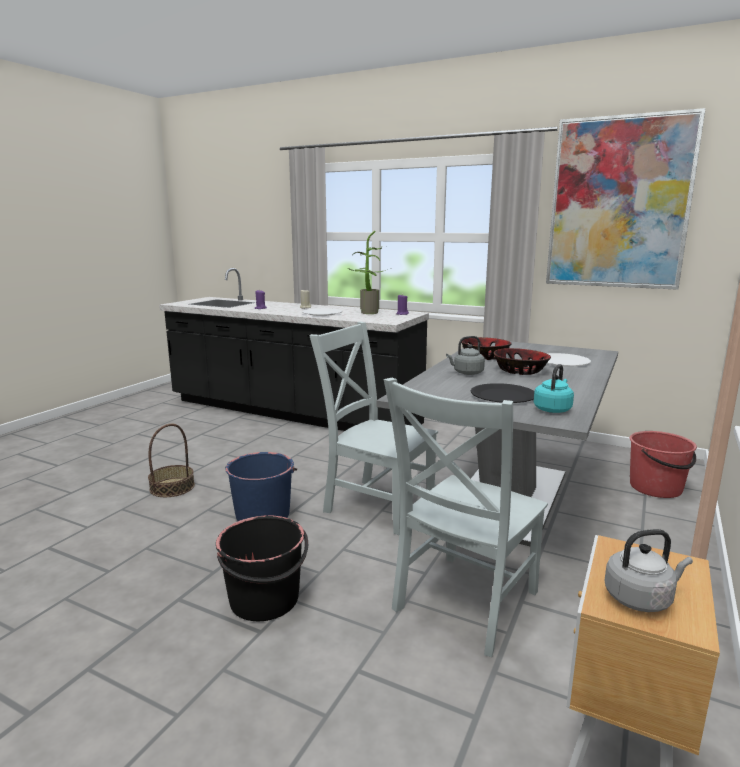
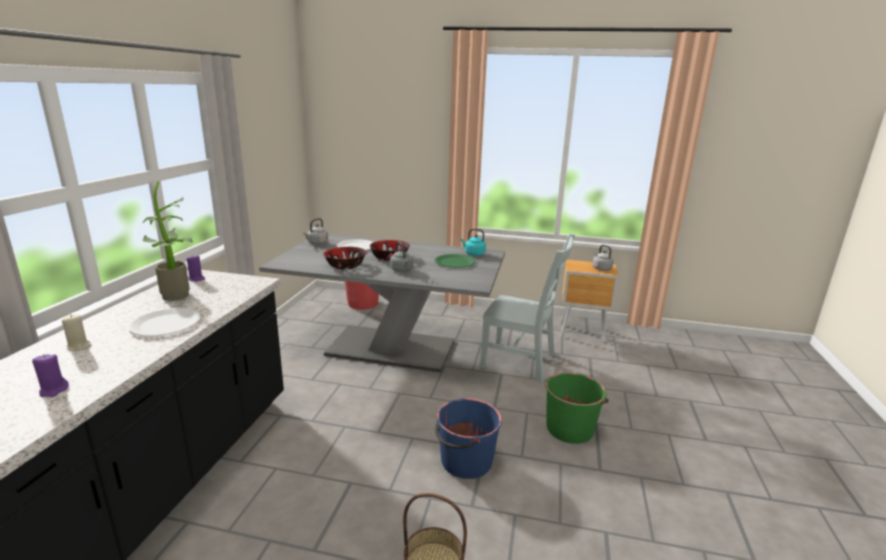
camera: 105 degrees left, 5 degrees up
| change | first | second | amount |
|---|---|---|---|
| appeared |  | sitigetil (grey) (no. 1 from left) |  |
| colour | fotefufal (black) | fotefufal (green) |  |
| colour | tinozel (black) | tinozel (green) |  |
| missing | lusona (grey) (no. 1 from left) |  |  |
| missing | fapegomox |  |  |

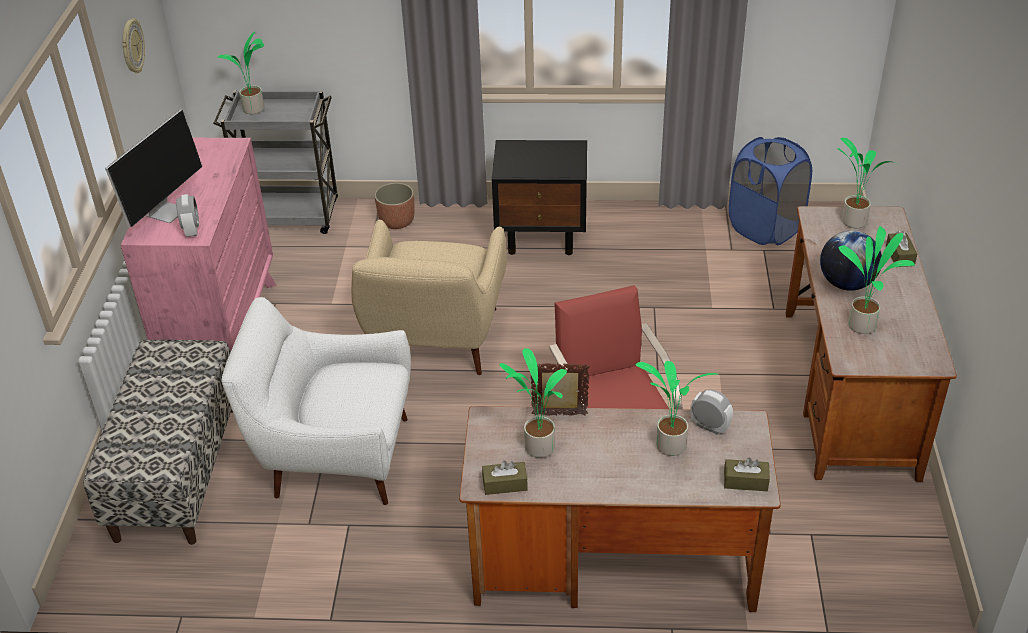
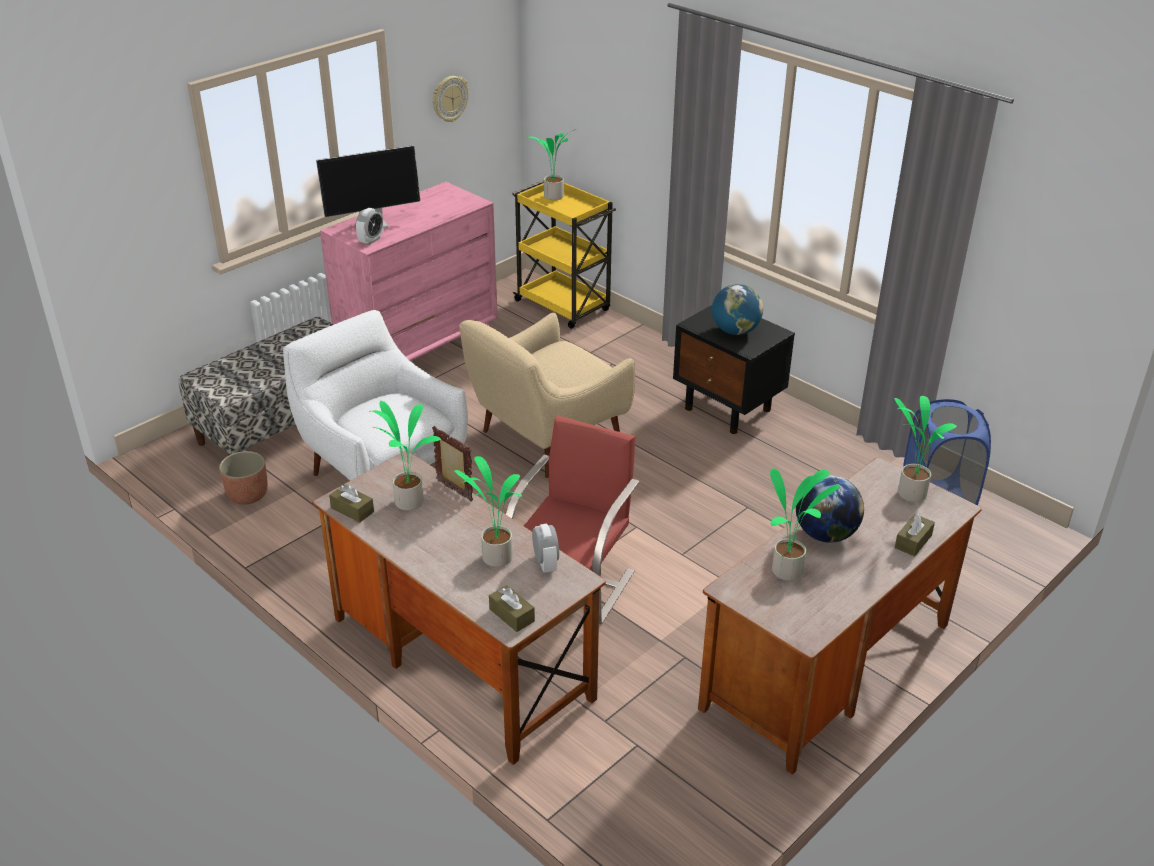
camera: 40 degrees right, 5 degrees down
| change | first | second | amount |
|---|---|---|---|
| relocated | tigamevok |  |  |
| colour | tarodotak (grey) | tarodotak (yellow) |  |
| appeared |  | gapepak (no. 1 from left) |  |

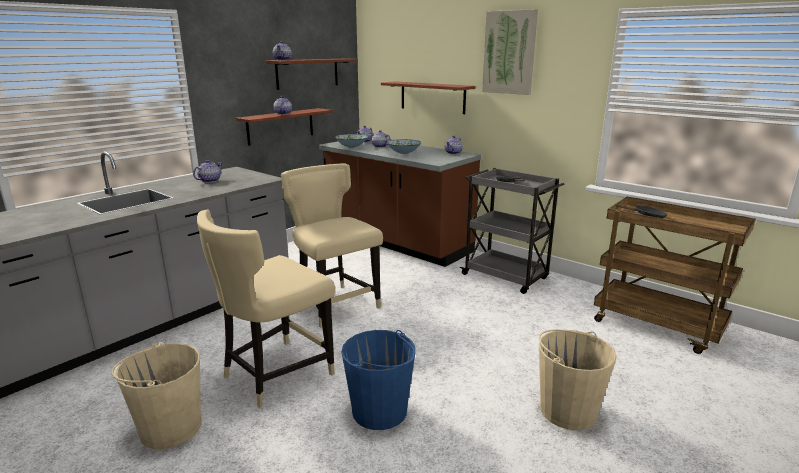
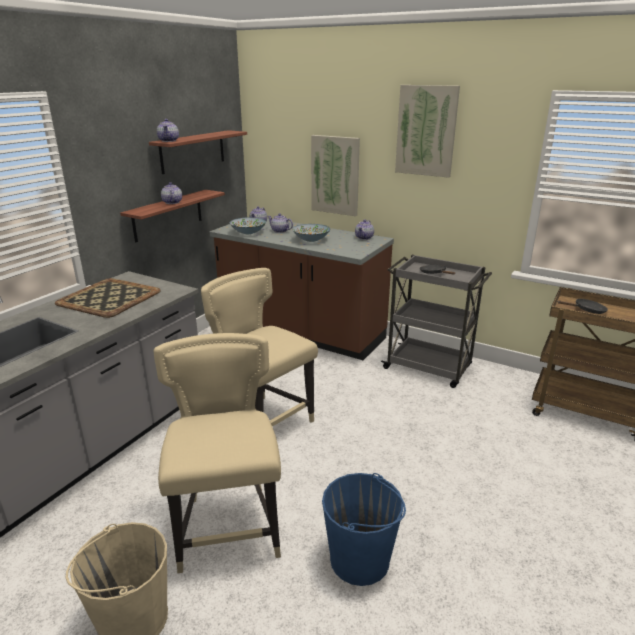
camera: 10 degrees left, 5 degrees up
| change | first | second | amount |
|---|---|---|---|
| exchanged | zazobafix (no. 1 from left) | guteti |  |
| spun | lusona (beige) (no. 1 from left) |  | 135 degrees clockwise |
| exchanged | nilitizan (no. 3 from left) | fapegomox (no. 1 from left) |  |
| missing | tinozel (beige) (no. 2 from left) |  |  |

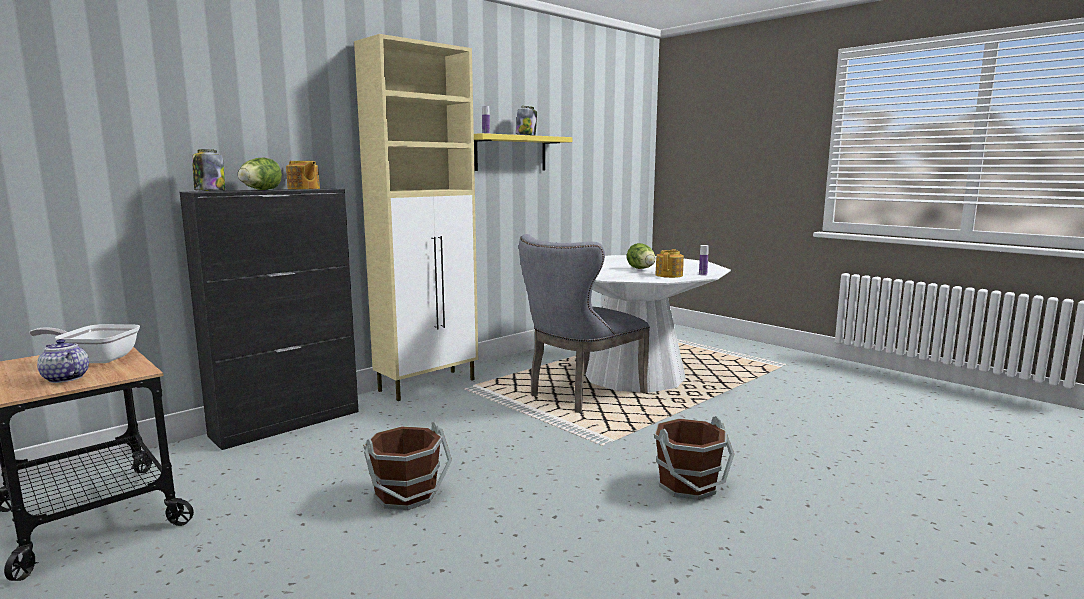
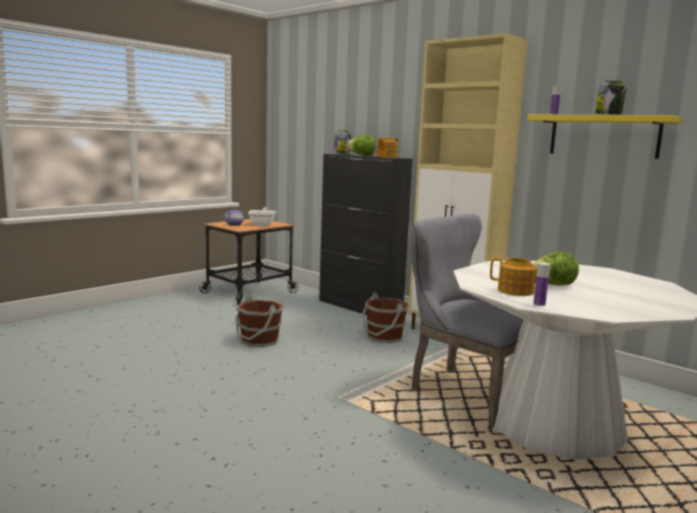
camera: 85 degrees right, 0 degrees up
| change | first | second | amount |
|---|---|---|---|
| relocated | tinozel (brown) (no. 2 from left) |  |  |

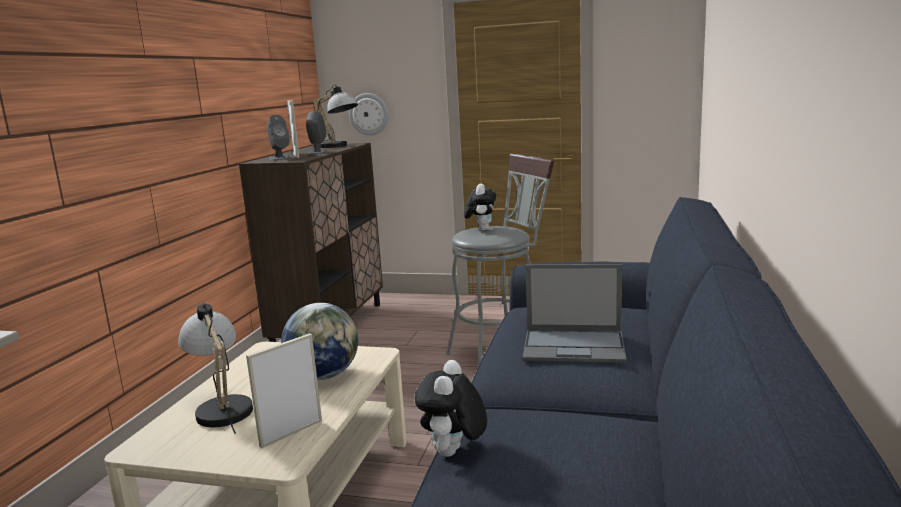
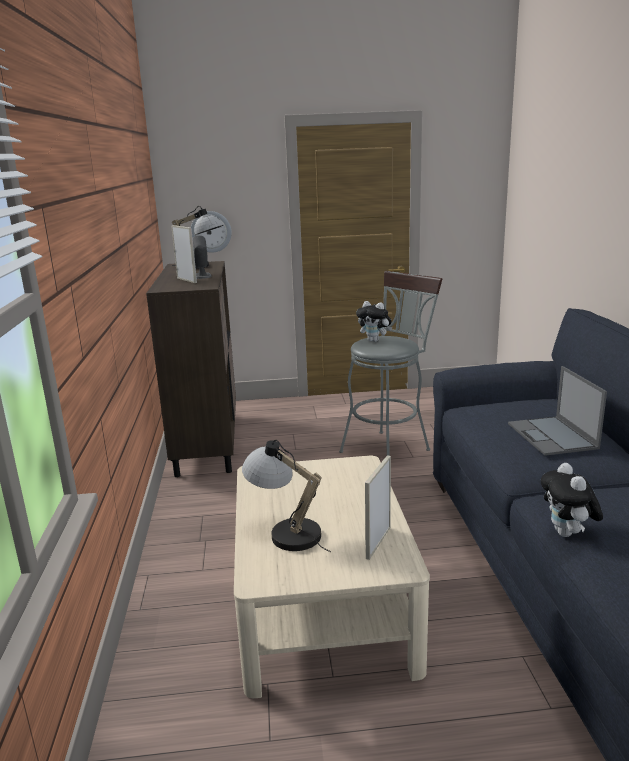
camera: 20 degrees left, 5 degrees up
| change | first | second | amount |
|---|---|---|---|
| spun | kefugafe (no. 2 from left in the first image) | kefugafe (no. 1 from left) | 135 degrees clockwise |
| spun | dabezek |  | 90 degrees clockwise |
| missing | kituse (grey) (no. 1 from left) |  |  |
| missing | gapepak |  |  |

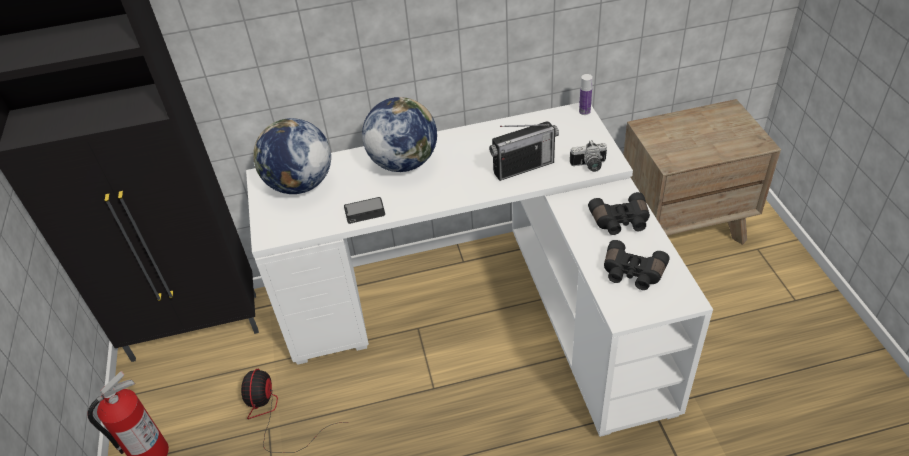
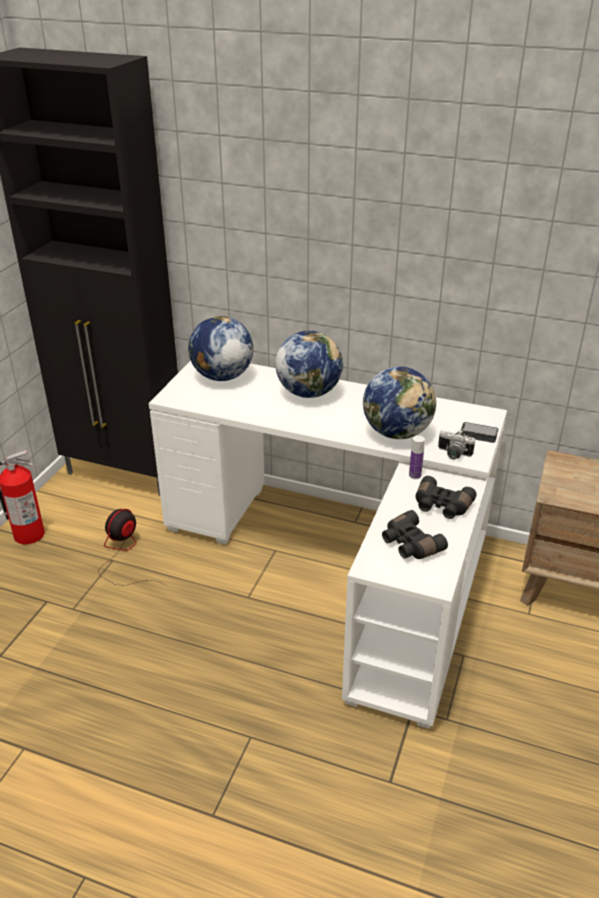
camera: 30 degrees right, 10 degrees down
| change | first | second | amount |
|---|---|---|---|
| exchanged | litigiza | gapepak (no. 3 from left) |  |
| relocated | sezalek |  |  |
| relocated | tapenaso |  |  |

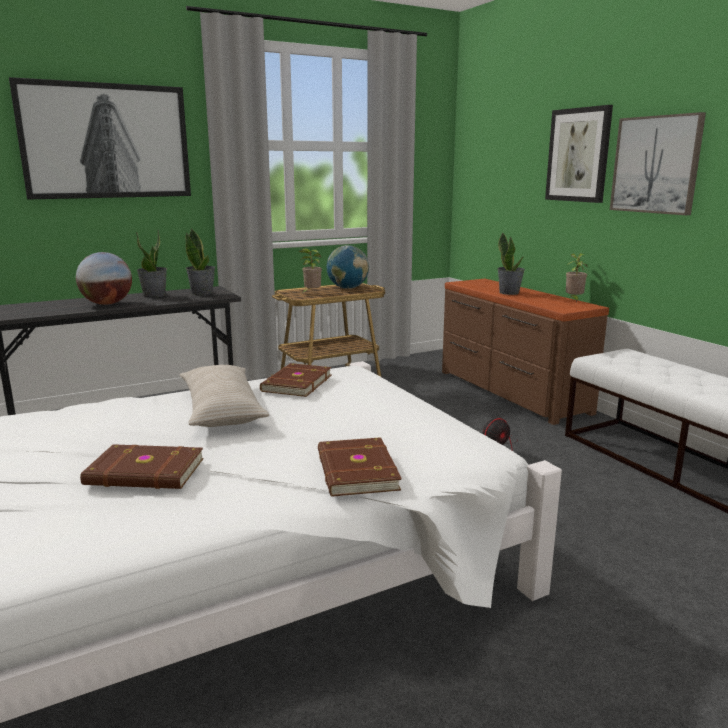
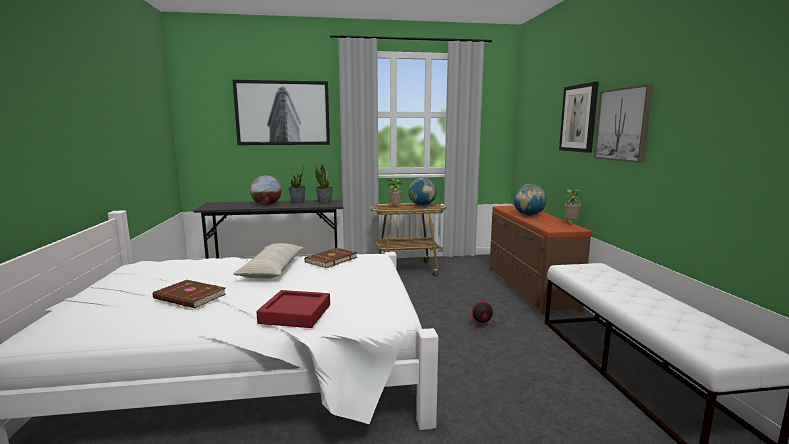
camera: 20 degrees right, 5 degrees down
| change | first | second | amount |
|---|---|---|---|
| exchanged | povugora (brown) (no. 3 from left) | guteti (red) |  |
| exchanged | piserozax (no. 4 from left) | gapepak (no. 3 from left) |  |

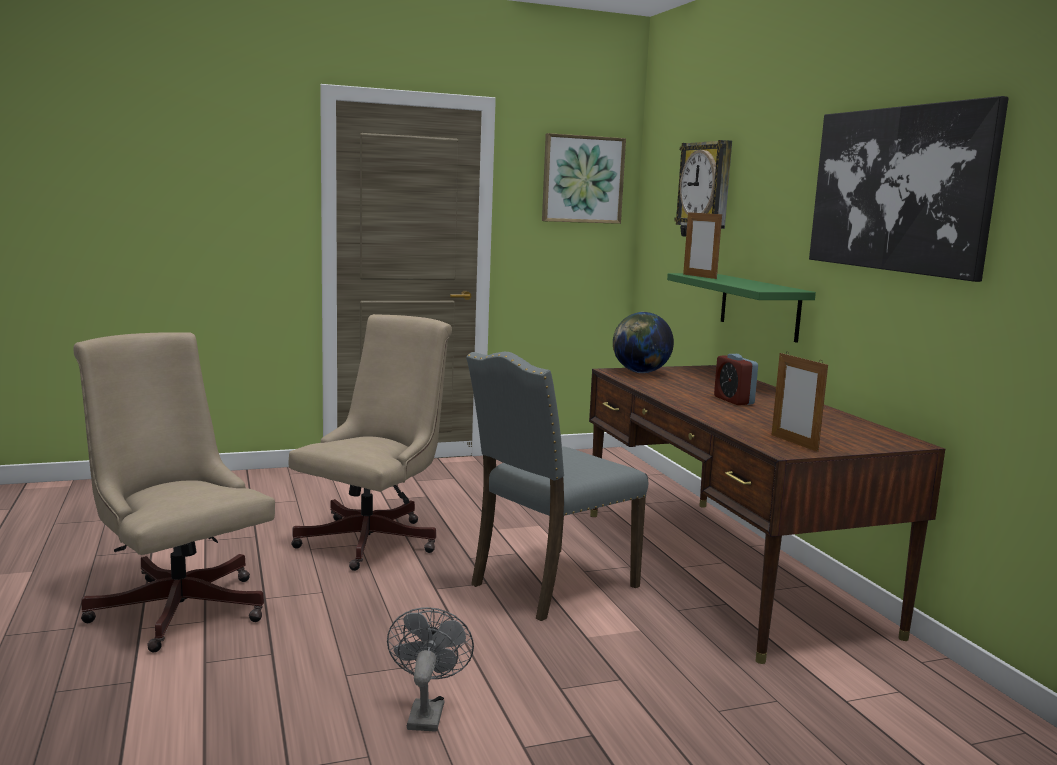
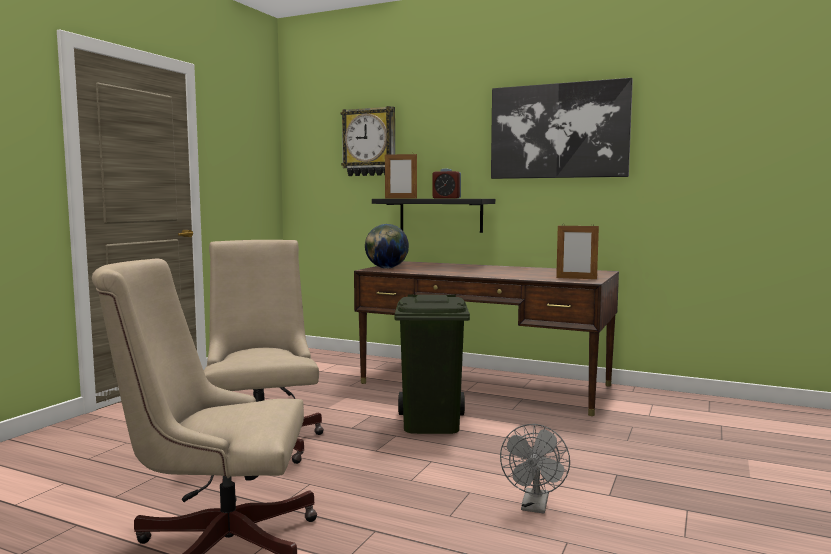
camera: 45 degrees left, 5 degrees down
| change | first | second | amount |
|---|---|---|---|
| colour | nilitizan (green) | nilitizan (black) |  |
| exchanged | lusona (grey) | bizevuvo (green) |  |
| relocated | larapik |  |  |
| spun | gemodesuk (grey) |  | 120 degrees counterclockwise |
| missing | fapegomox (no. 1 from left) |  |  |

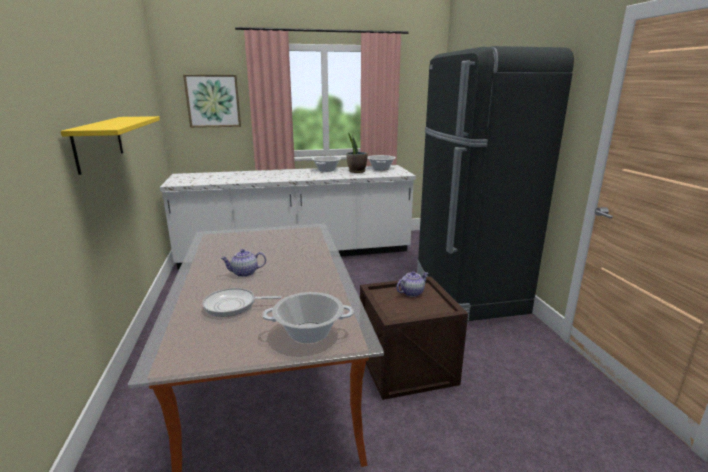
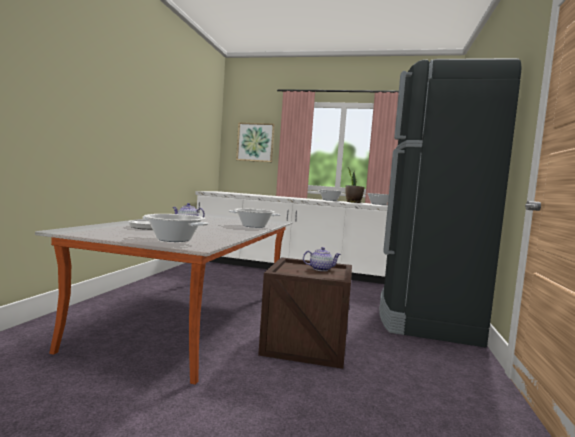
camera: 25 degrees right, 15 degrees down
| change | first | second | amount |
|---|---|---|---|
| appeared |  | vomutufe (no. 2 from left) |  |
| missing | nilitizan (yellow) |  |  |

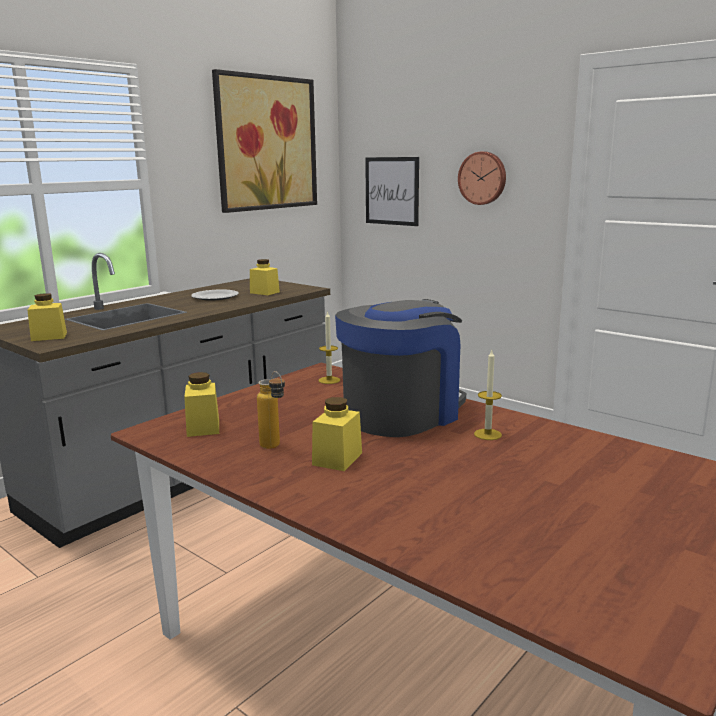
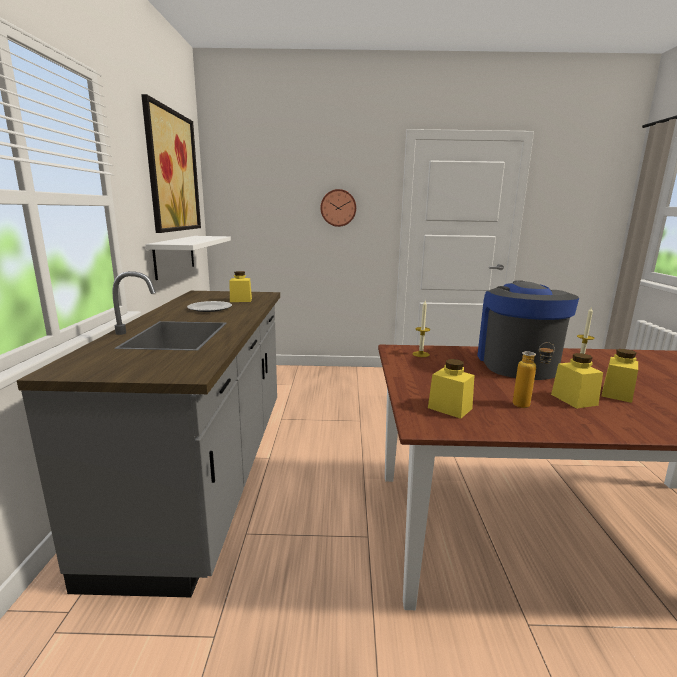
camera: 40 degrees left, 0 degrees up
| change | first | second | amount |
|---|---|---|---|
| appeared |  | nilitizan (white) |  |
| relocated | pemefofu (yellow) (no. 1 from left in the first image) | pemefofu (yellow) (no. 4 from left) |  |
| missing | fapegomox (no. 2 from left) |  |  |

